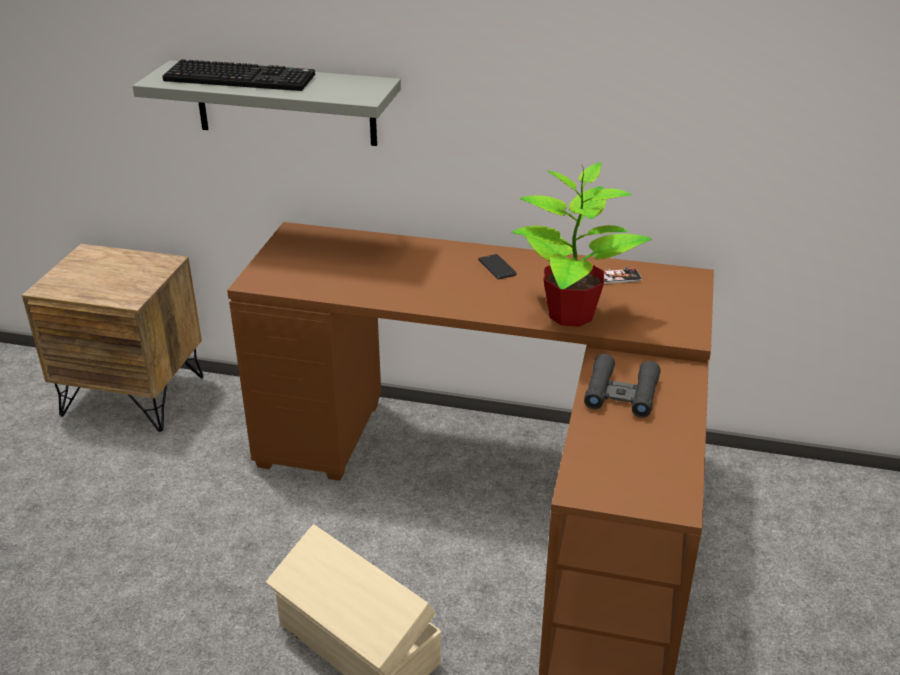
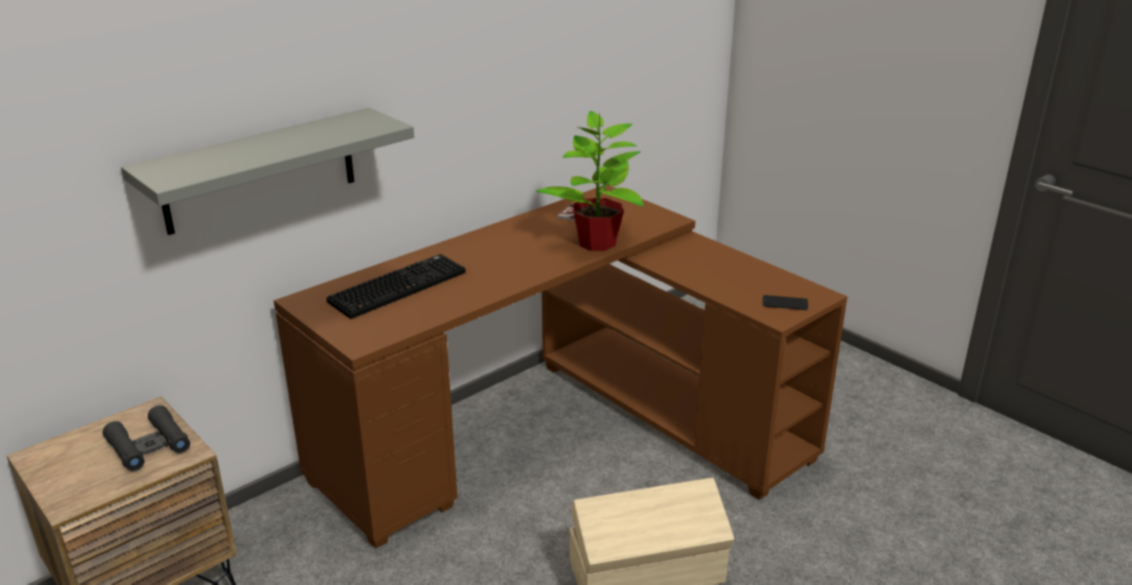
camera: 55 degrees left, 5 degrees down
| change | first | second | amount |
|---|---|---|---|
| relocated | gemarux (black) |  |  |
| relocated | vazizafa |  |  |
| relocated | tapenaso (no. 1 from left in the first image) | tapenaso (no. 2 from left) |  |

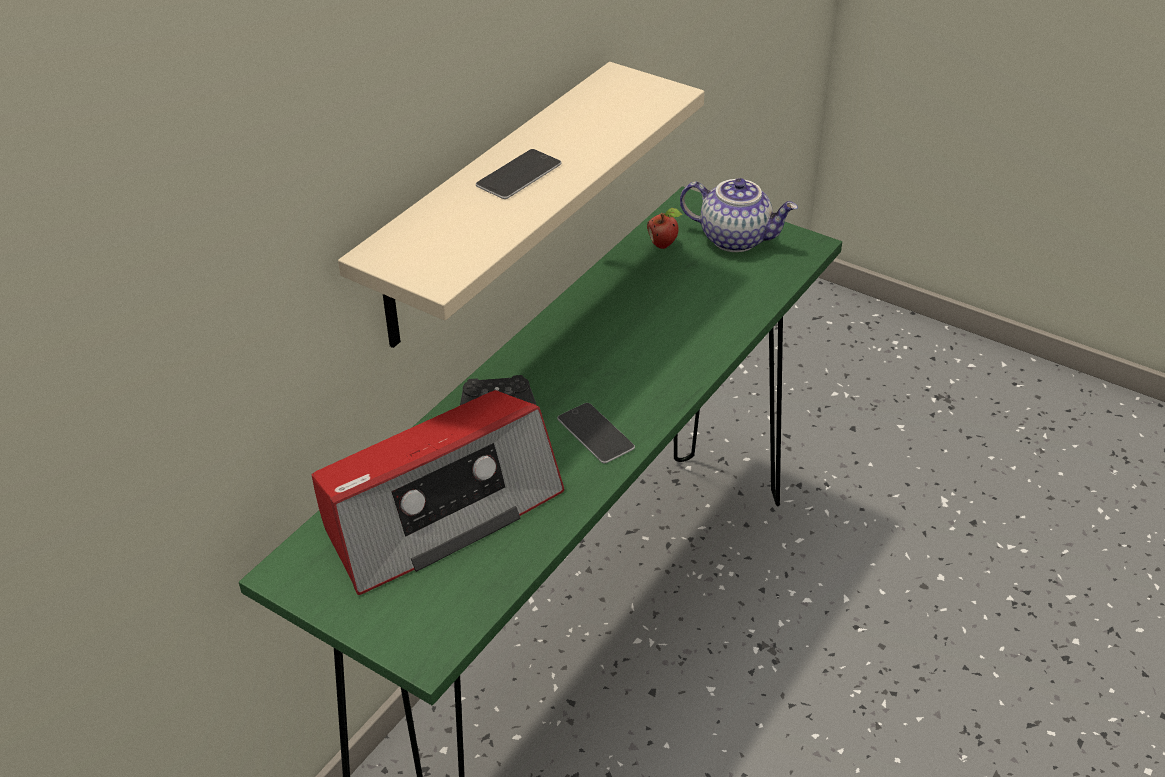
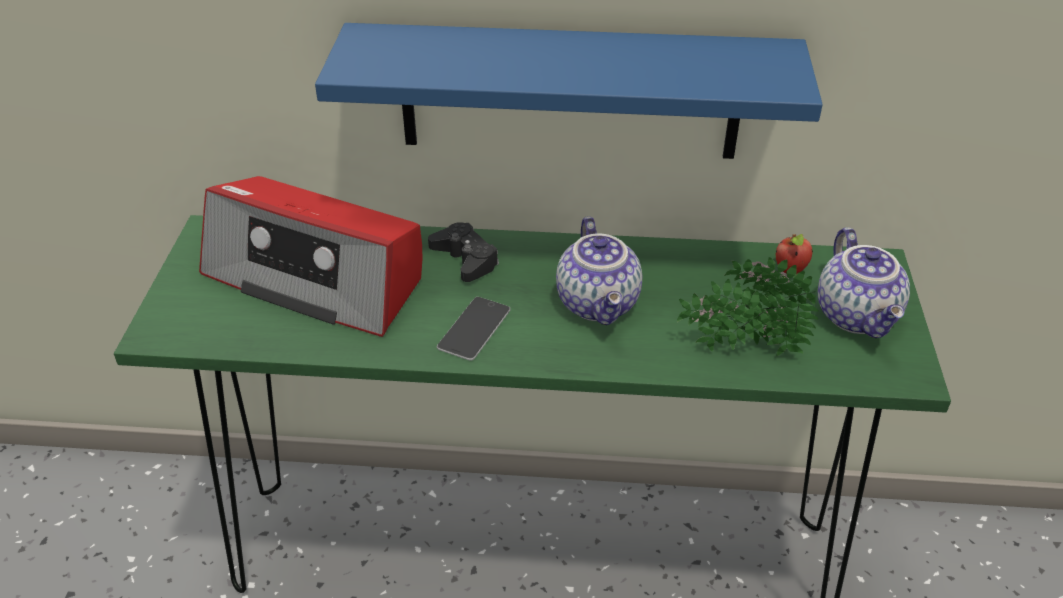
camera: 60 degrees right, 0 degrees up
| change | first | second | amount |
|---|---|---|---|
| colour | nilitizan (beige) | nilitizan (blue) |  |
| appeared |  | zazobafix (no. 1 from left) |  |
| appeared |  | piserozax |  |
| missing | tapenaso (no. 1 from left) |  |  |

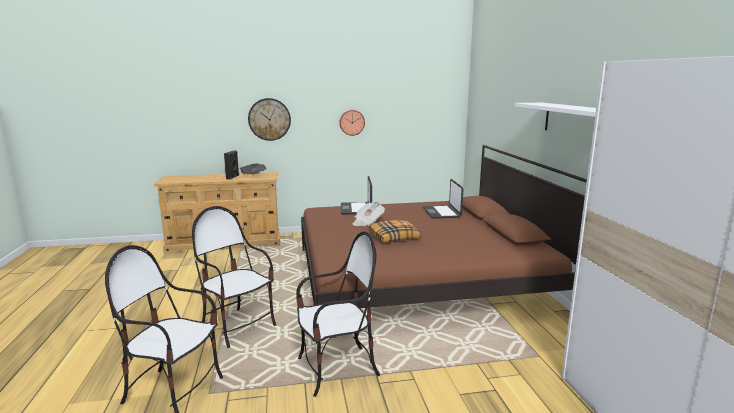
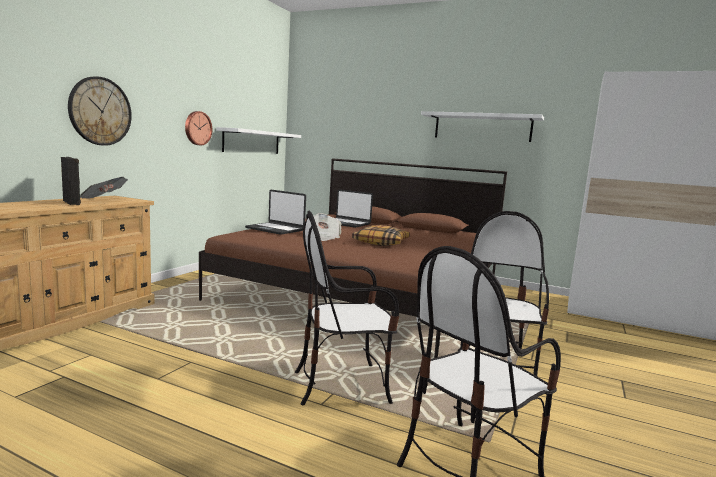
camera: 55 degrees left, 5 degrees down
| change | first | second | amount |
|---|---|---|---|
| appeared |  | nilitizan (white) (no. 1 from left) |  |

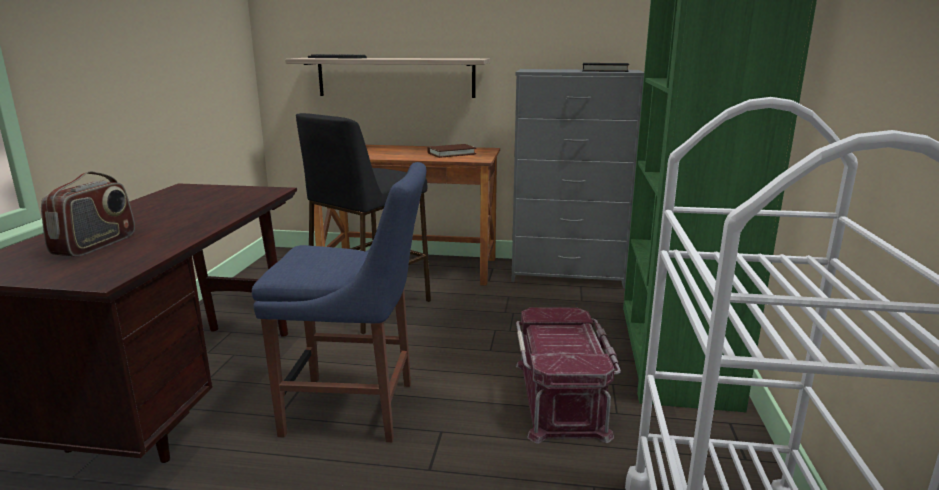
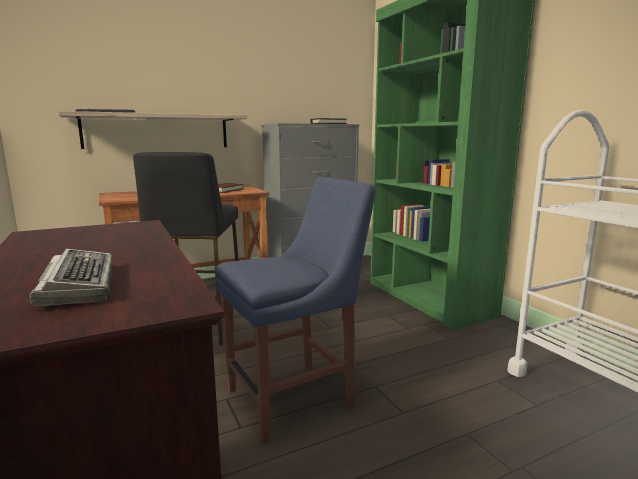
camera: 35 degrees left, 5 degrees down
| change | first | second | amount |
|---|---|---|---|
| exchanged | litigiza | vazizafa (no. 1 from left) |  |
| missing | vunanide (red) |  |  |

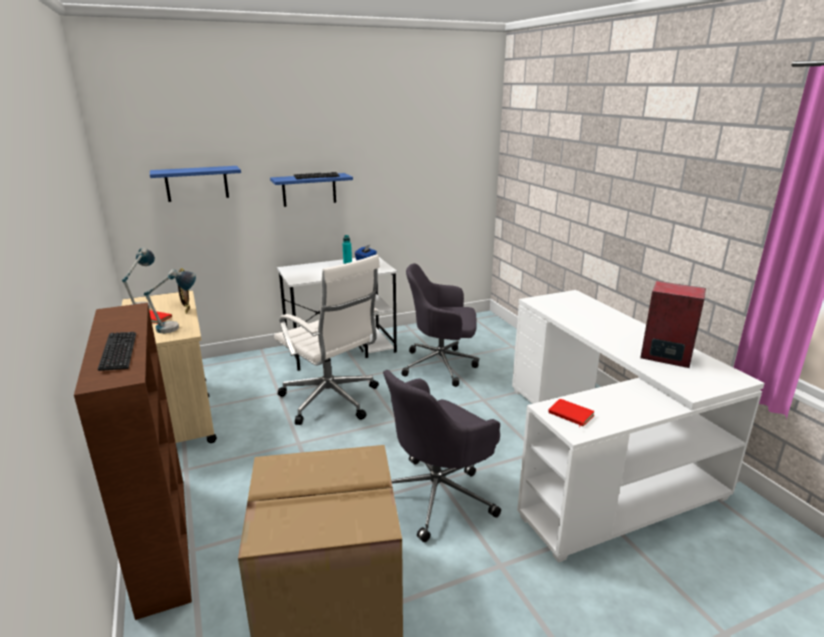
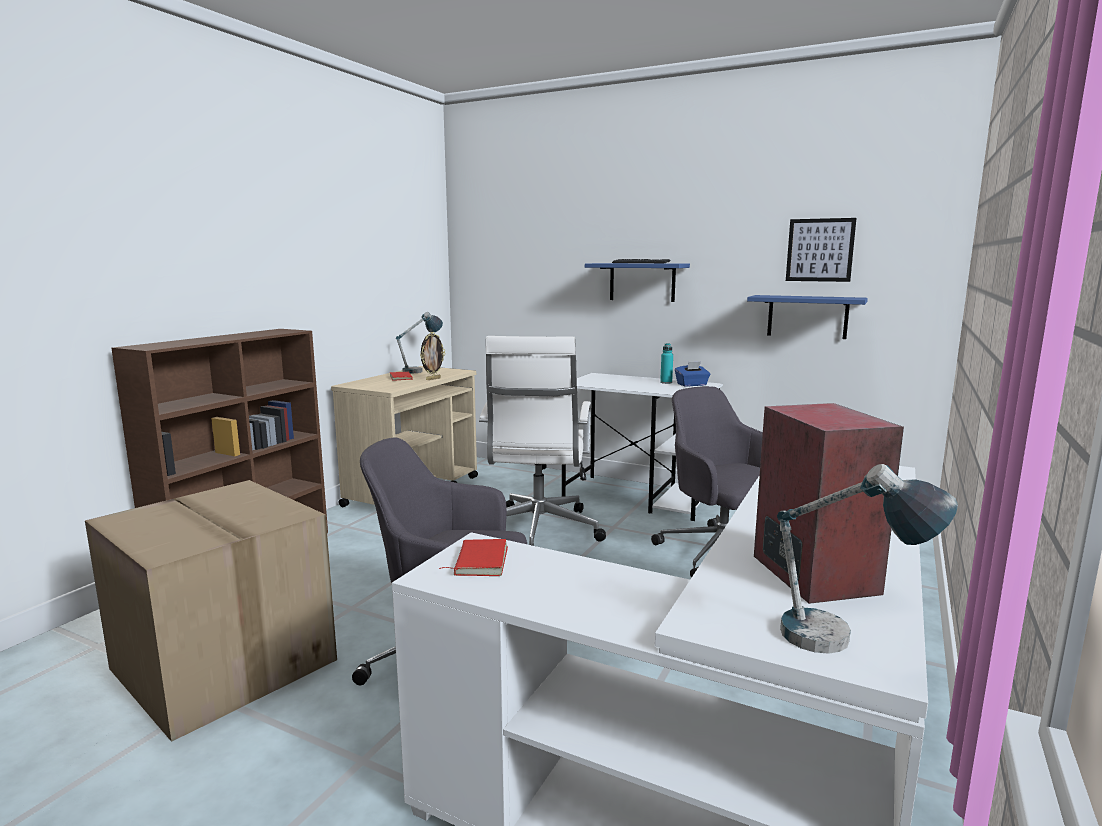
camera: 50 degrees right, 10 degrees down
| change | first | second | amount |
|---|---|---|---|
| relocated | nilitizan (blue) (no. 1 from left in the first image) | nilitizan (blue) (no. 2 from left) |  |
| relocated | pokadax (no. 2 from left) |  |  |
| appeared |  | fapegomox |  |
| missing | vazizafa (no. 1 from left) |  |  |

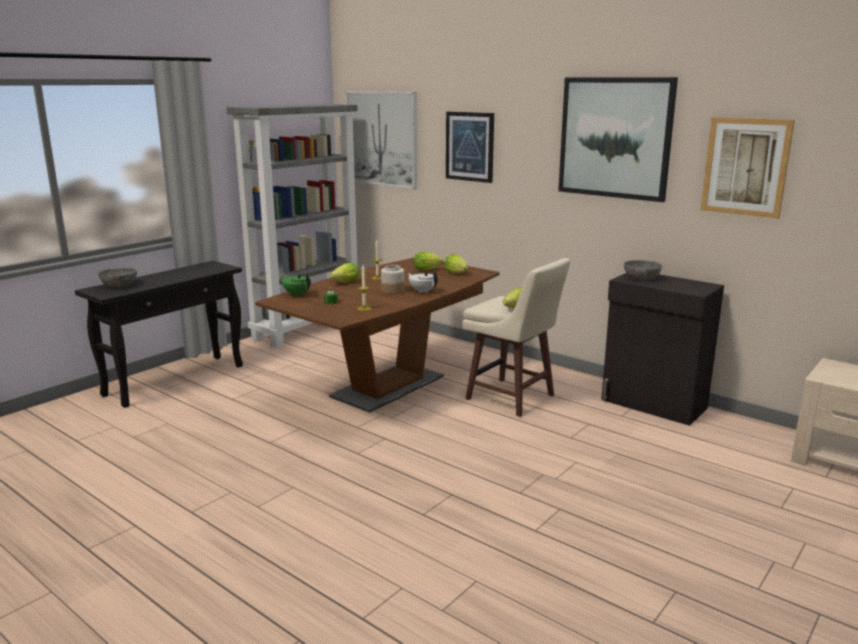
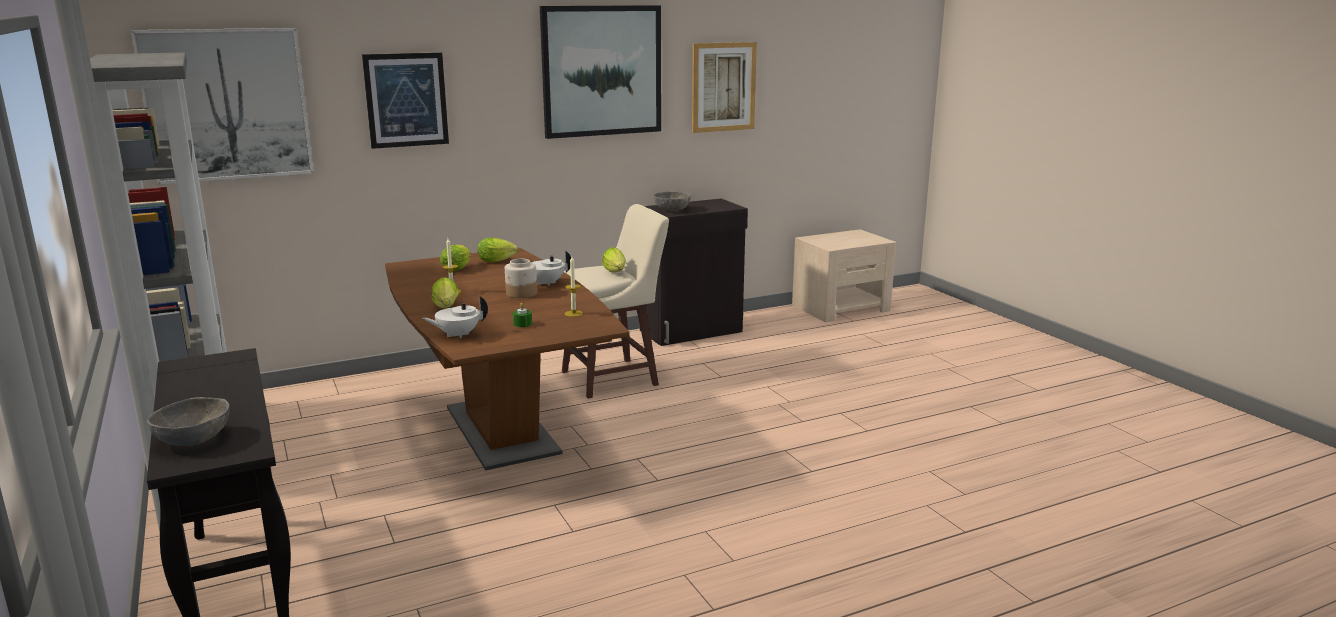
camera: 65 degrees left, 0 degrees up
| change | first | second | amount |
|---|---|---|---|
| colour | zazobafix (green) | zazobafix (white) (no. 1 from left) |  |

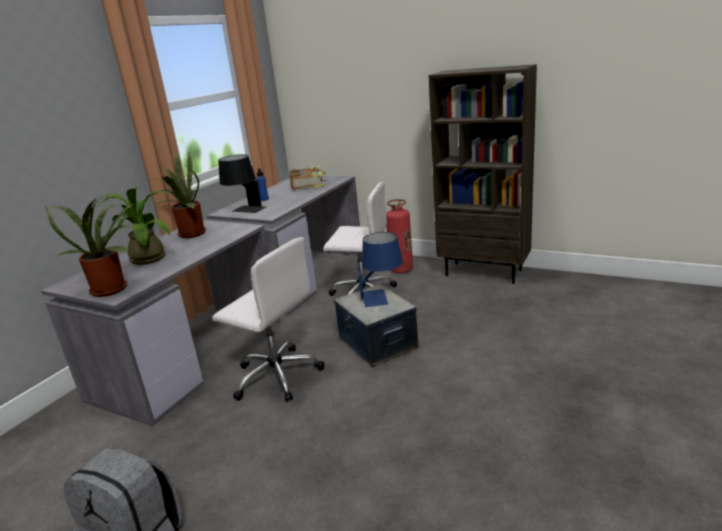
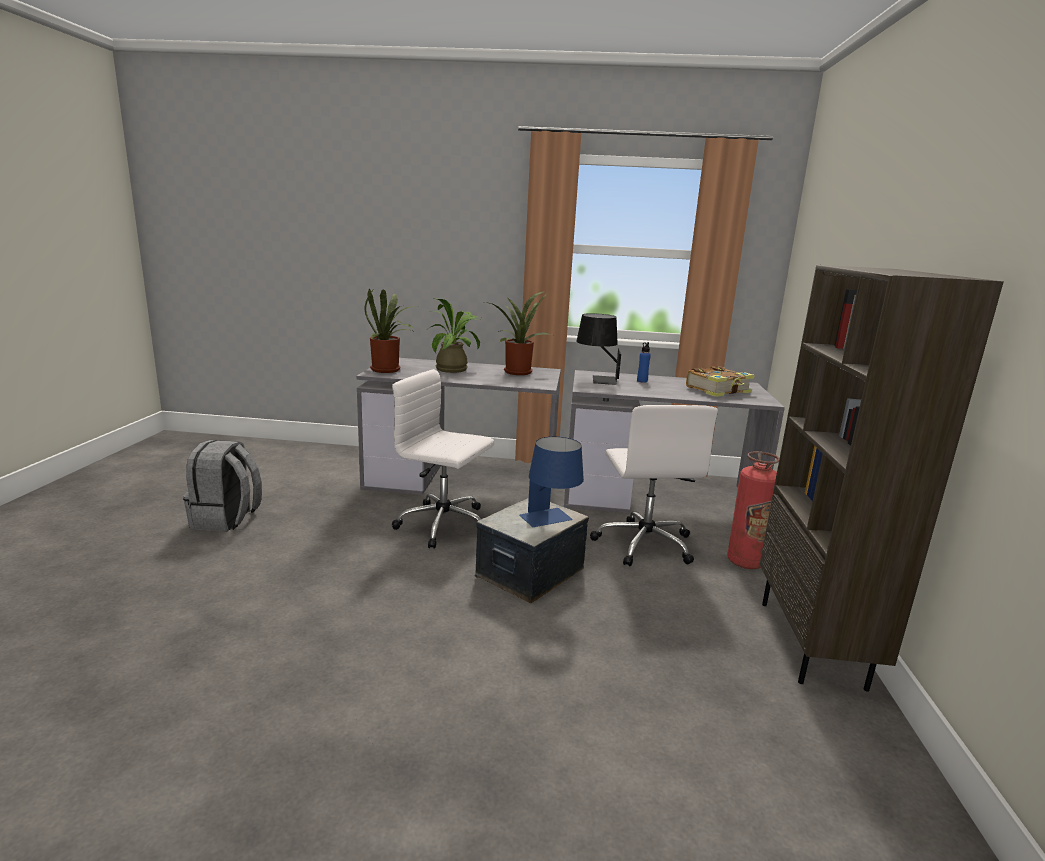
camera: 65 degrees right, 5 degrees down
| change | first | second | amount |
|---|---|---|---|
| spun | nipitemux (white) (no. 1 from left) |  | 105 degrees clockwise |

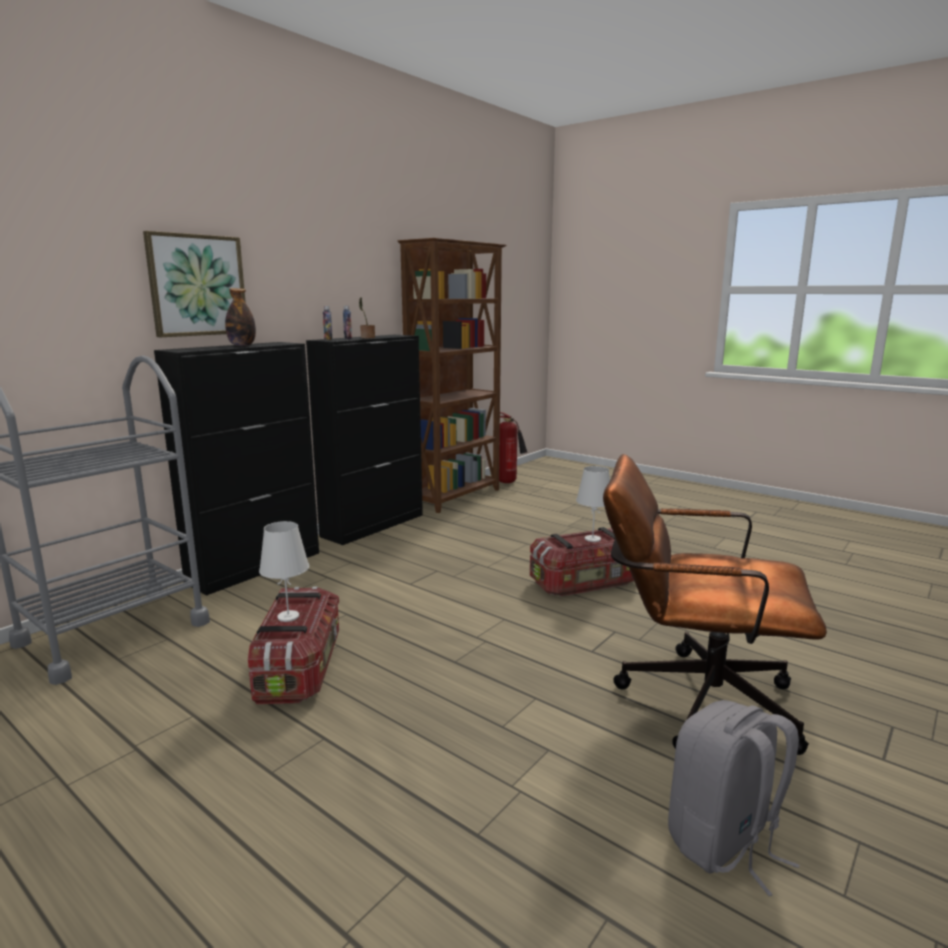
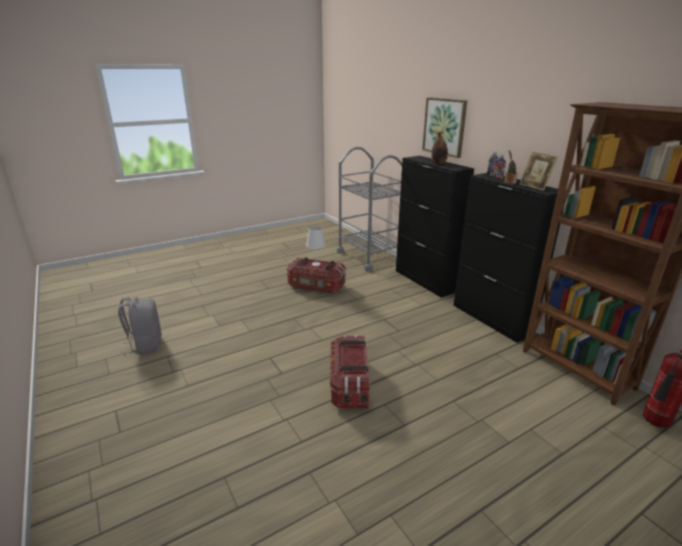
camera: 110 degrees right, 10 degrees up
| change | first | second | amount |
|---|---|---|---|
| appeared |  | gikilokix |  |
| missing | pokadax (white) (no. 2 from left) |  |  |
| missing | nipitemux (brown) |  |  |

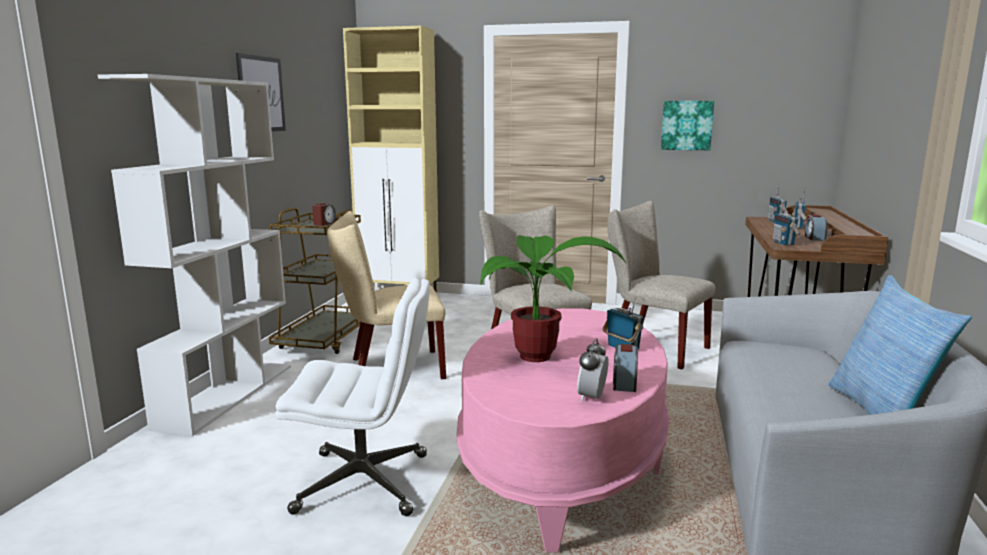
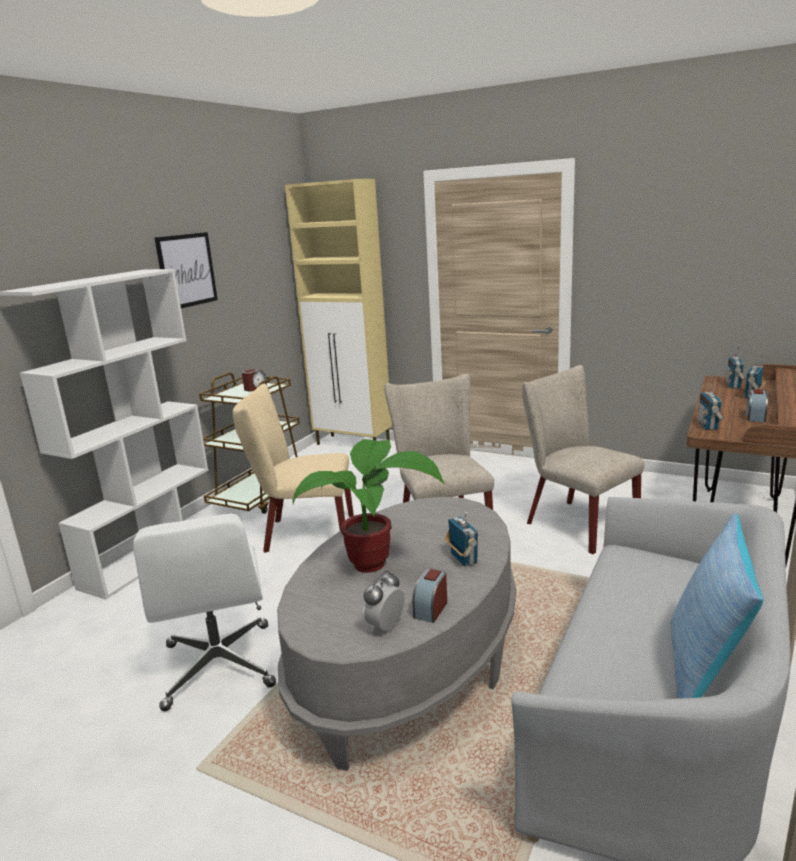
camera: 15 degrees right, 5 degrees up
| change | first | second | amount |
|---|---|---|---|
| spun | nipitemux (white) |  | 60 degrees clockwise |
| colour | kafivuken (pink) | kafivuken (grey) |  |
| missing | fapegomox (no. 2 from left) |  |  |

